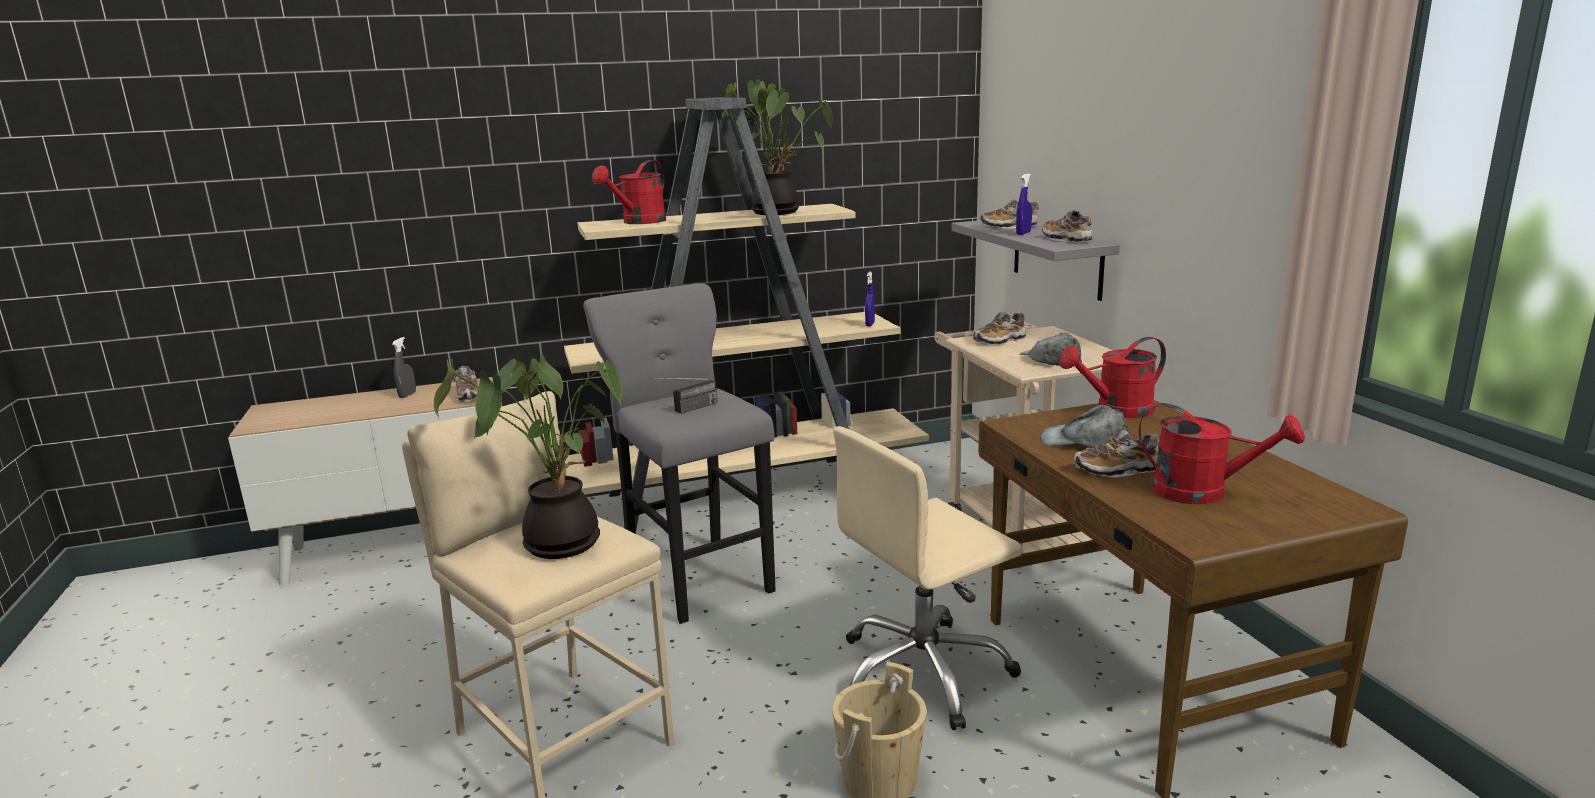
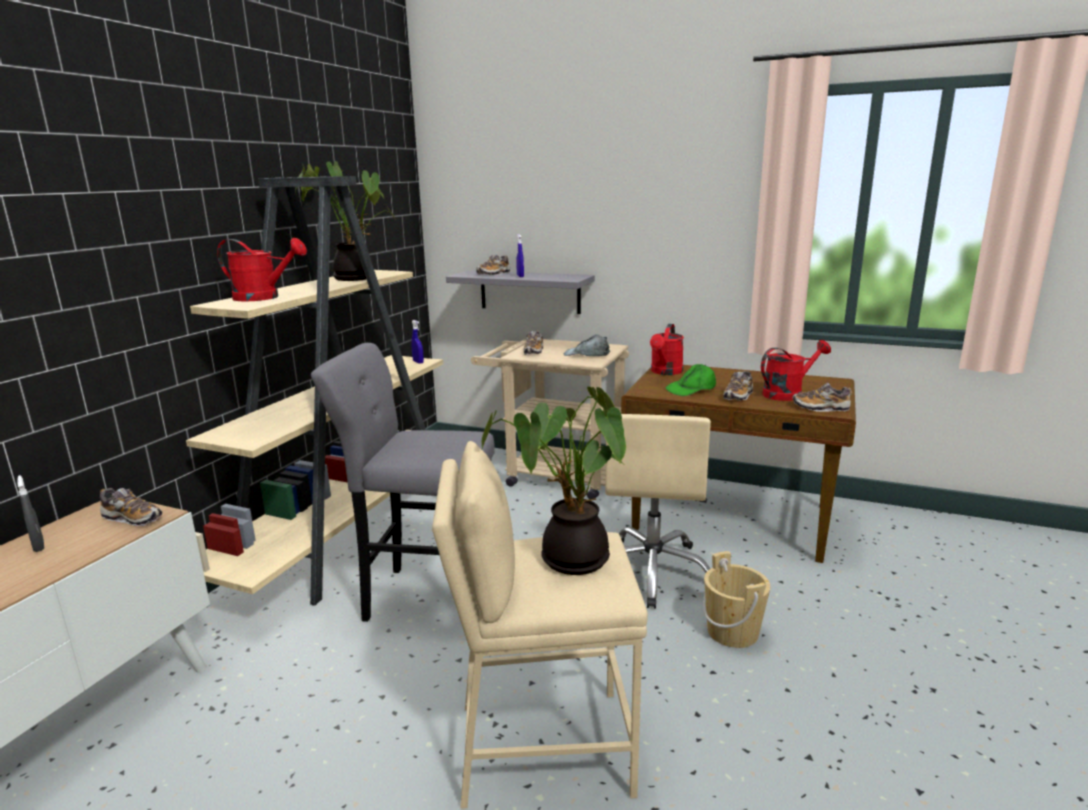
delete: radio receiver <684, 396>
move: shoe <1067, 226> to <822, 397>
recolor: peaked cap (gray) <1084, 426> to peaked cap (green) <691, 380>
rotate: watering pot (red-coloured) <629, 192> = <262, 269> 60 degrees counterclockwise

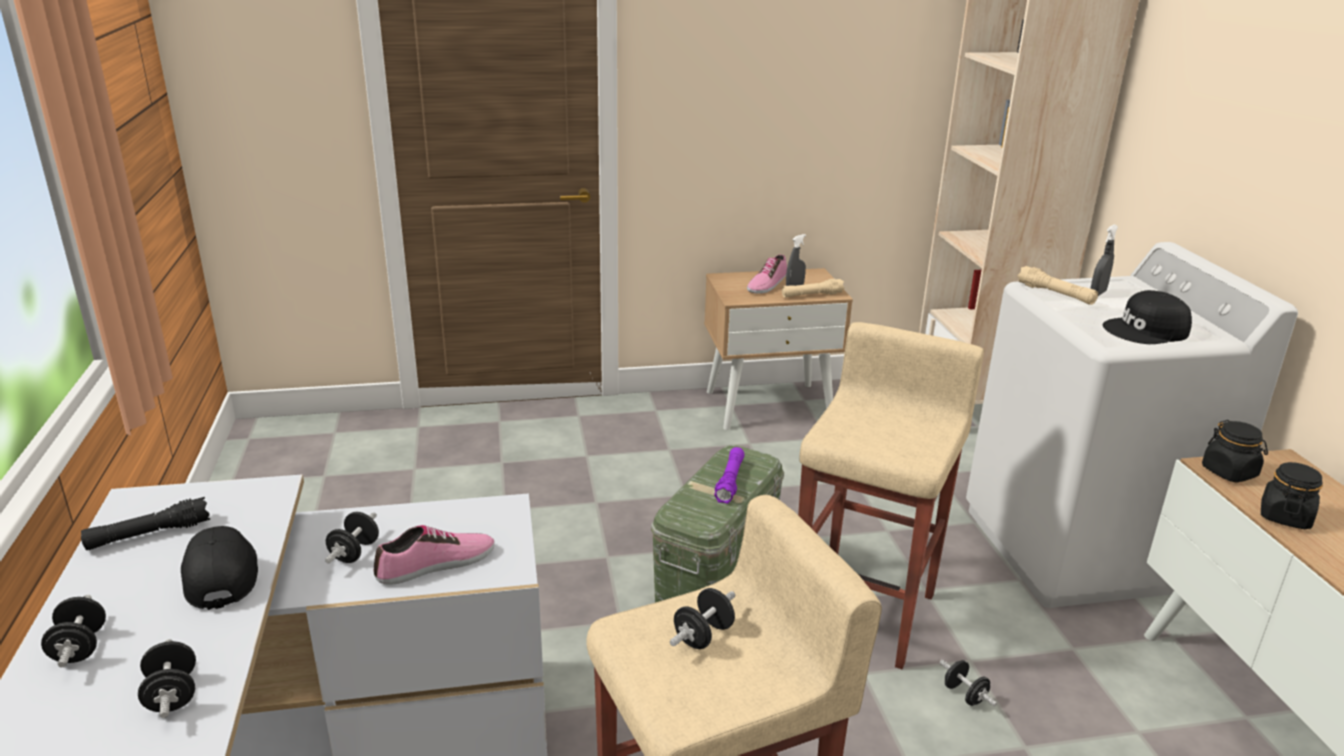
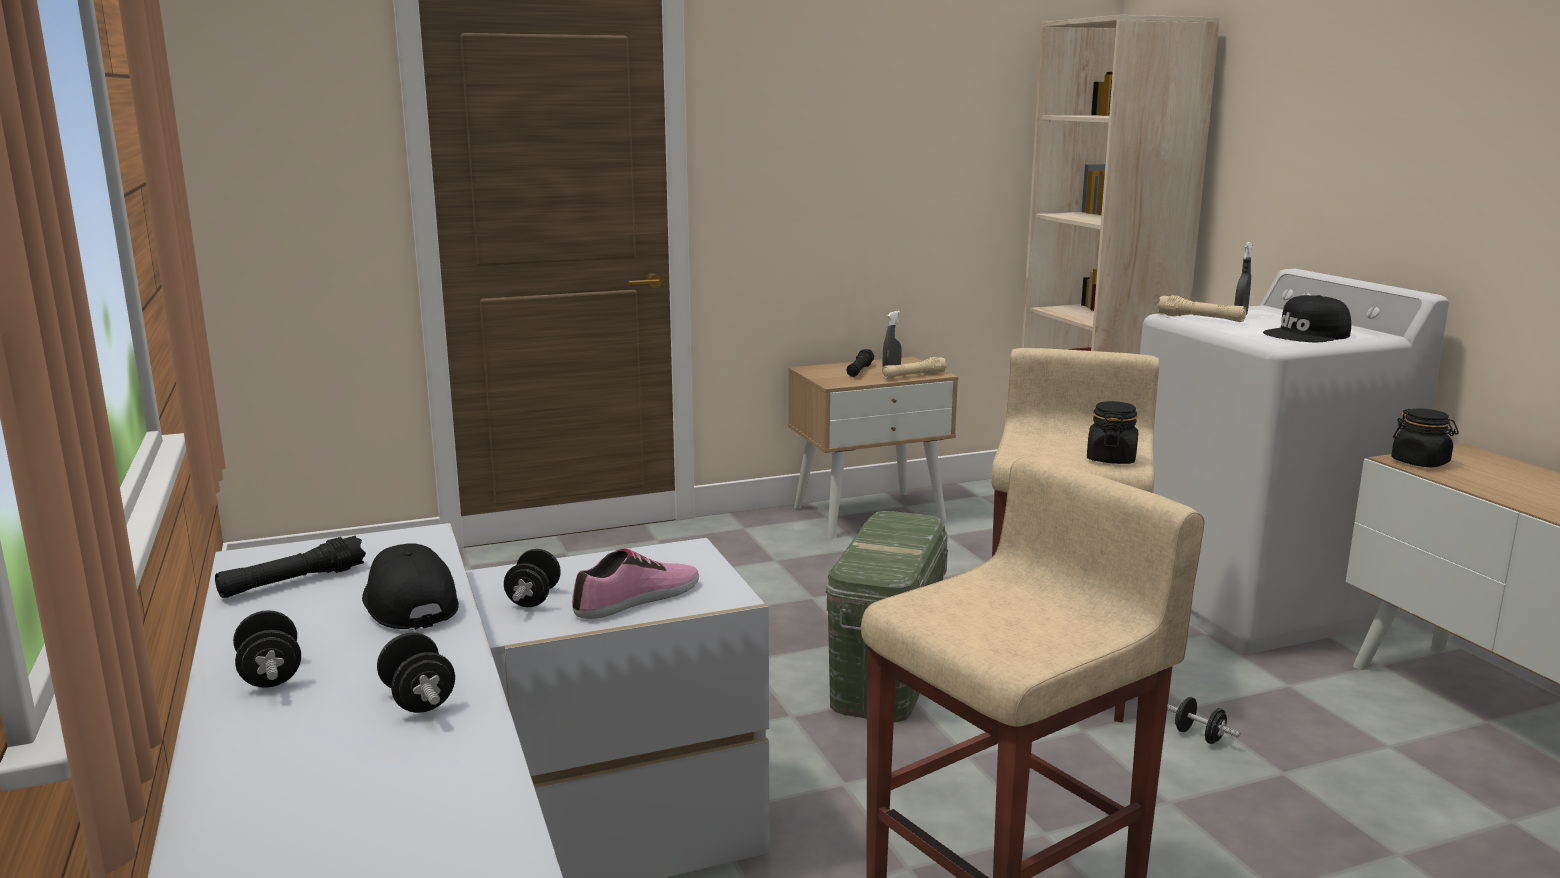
delete: free weight (black) <702, 618>; torch (purplish) <729, 475>
move: jar (black) <1292, 495> to <1112, 432>
replace: shoe <767, 274> to torch (black) <860, 363>

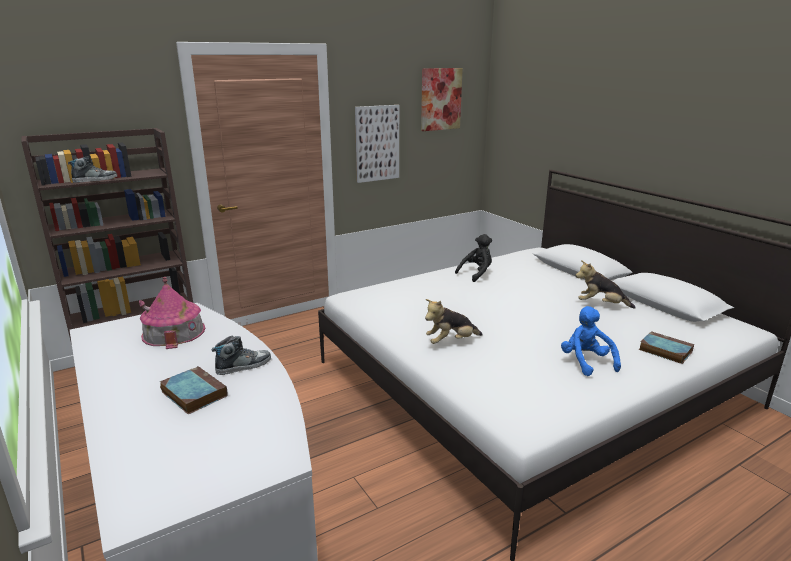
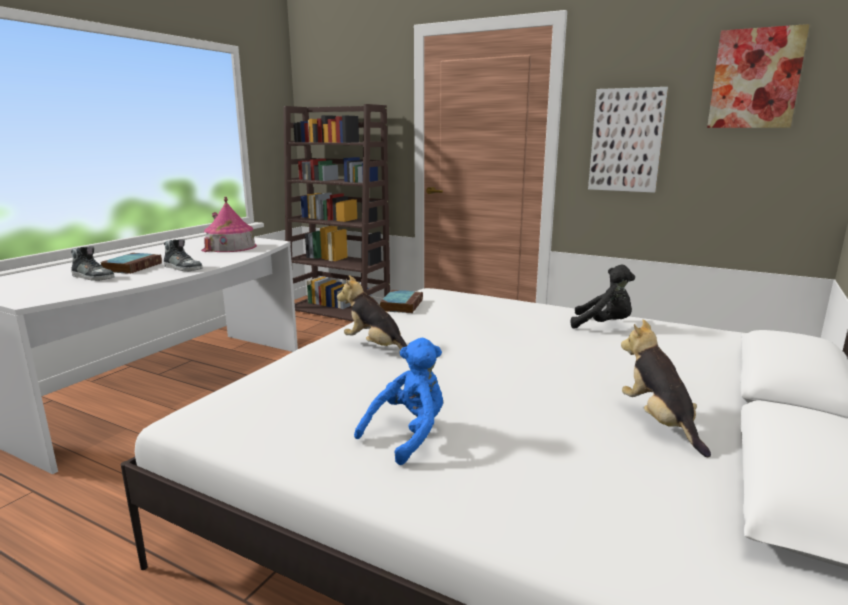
move: shoe <92, 169> to <92, 263>; book <666, 347> to <401, 301>

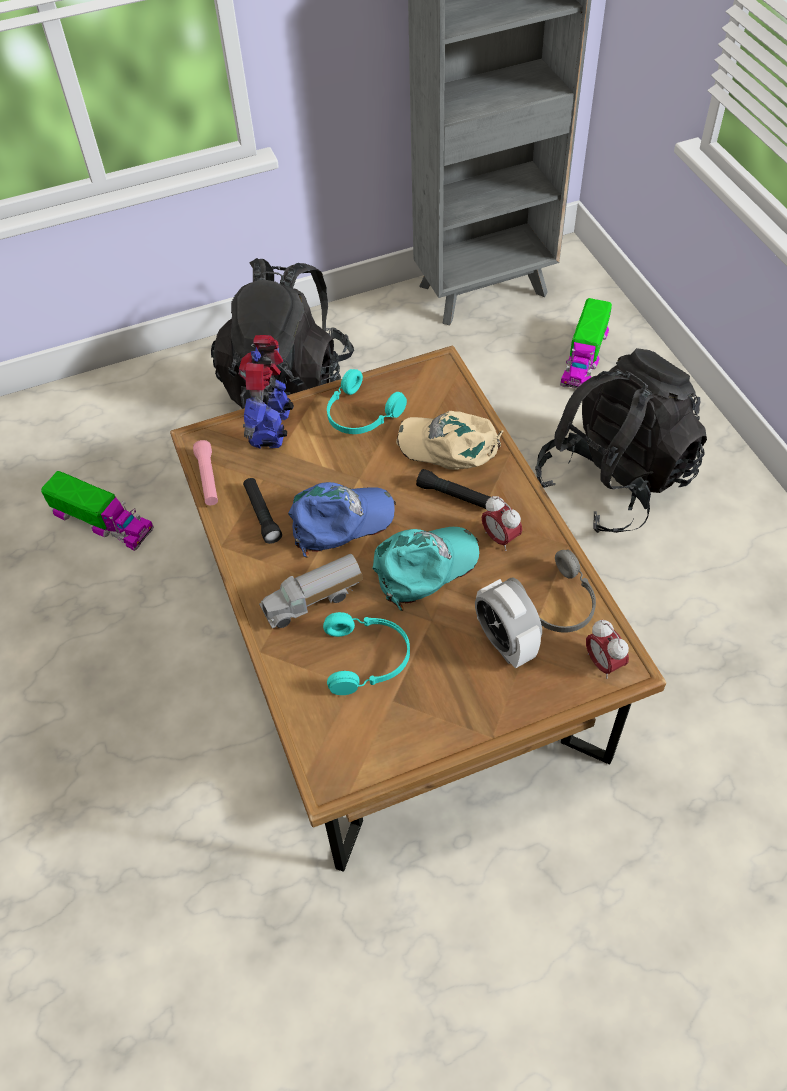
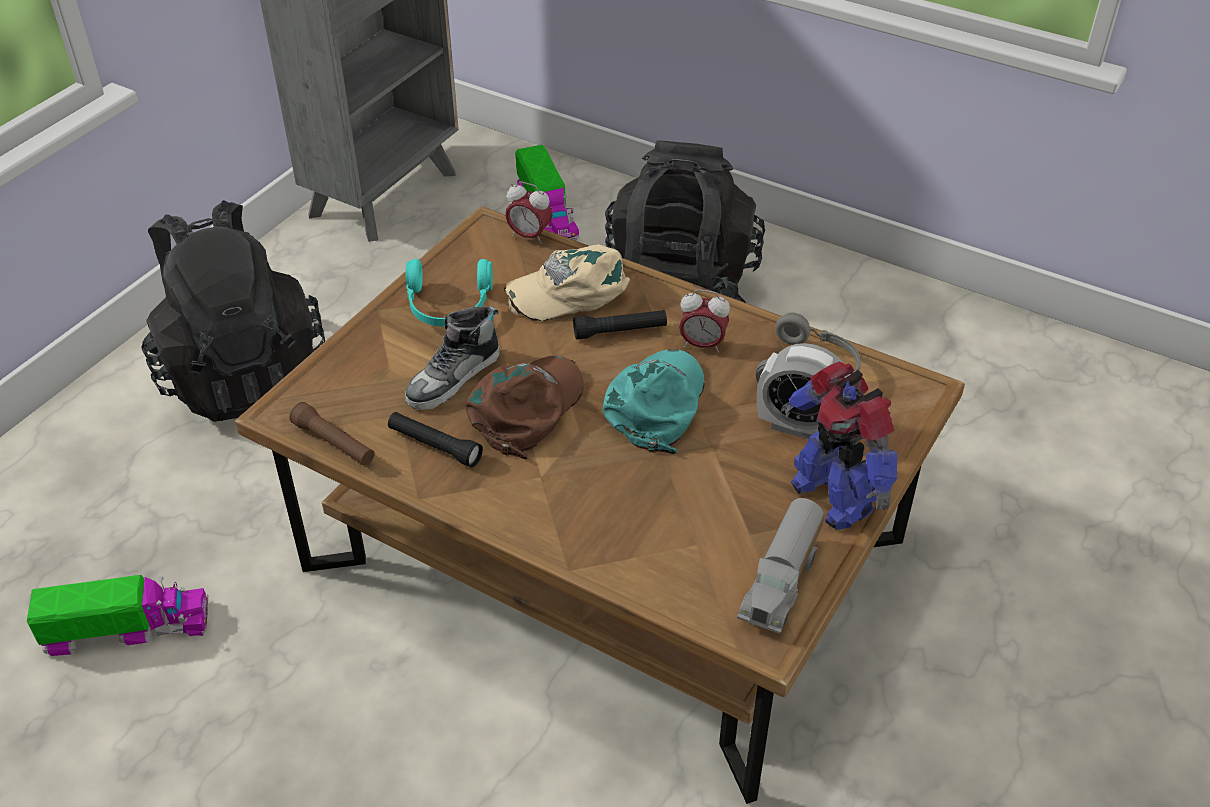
delete: headset (turquoise) <366, 653>
insert: shoe <452, 358>
move: toy robot <266, 392> to <839, 446>; toy truck <311, 591> to <781, 566>; table clock <607, 649> to <528, 213>
recolor: torch (pink) <205, 472> to torch (brown) <331, 434>; peaked cap (blue) <342, 520> to peaked cap (brown) <524, 408>

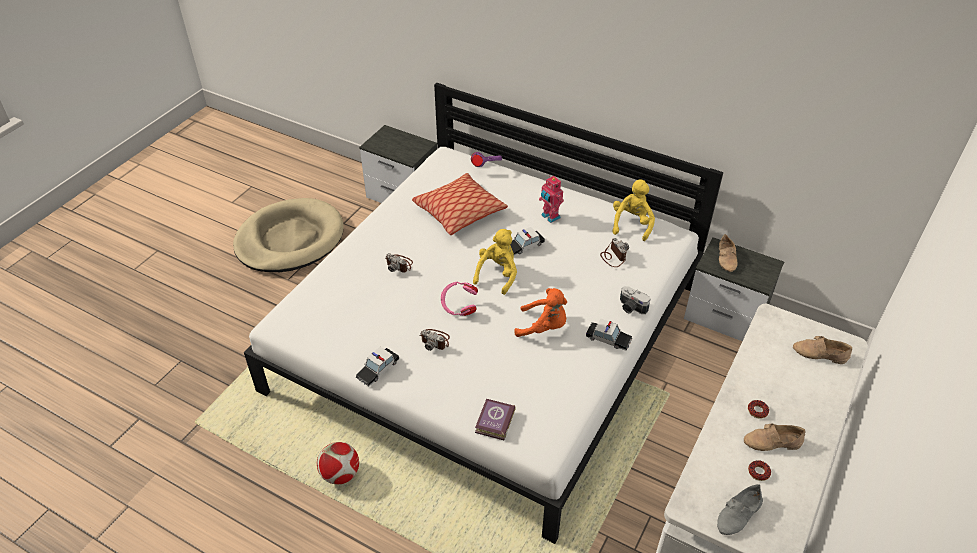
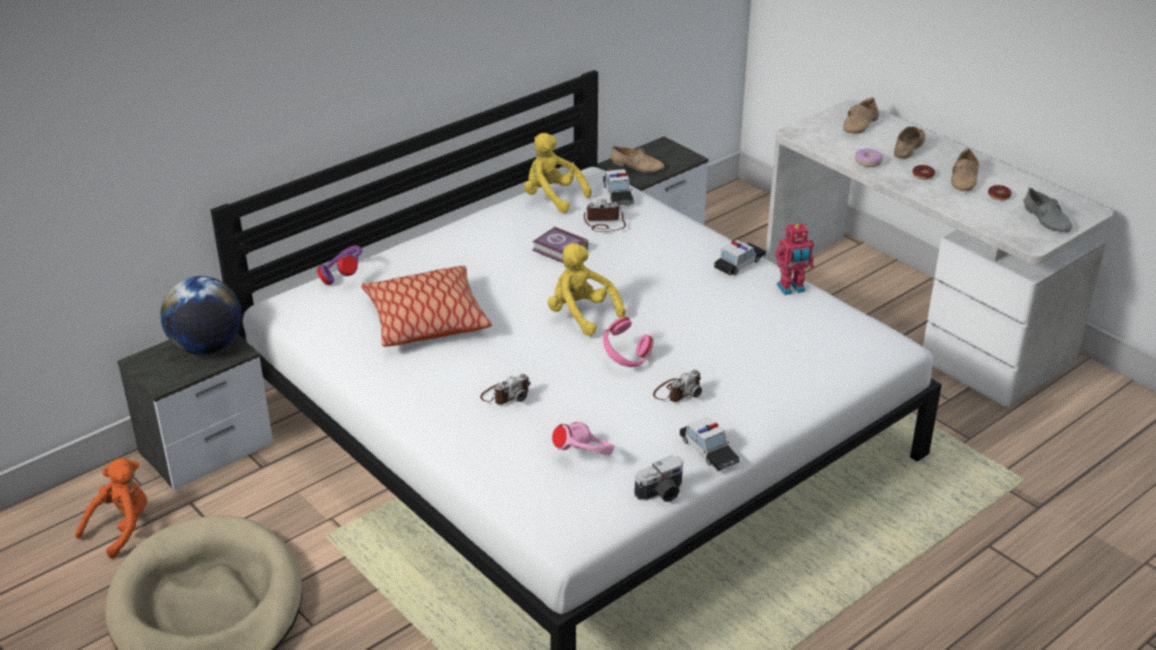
delete: ball for football <338, 463>
insert: world globe <201, 315>; headset (pink) <583, 438>; ring doughnut <869, 158>; shoe (sand-coloured) <909, 142>
move: book <495, 419> to <560, 244>; miniature car <527, 241> to <618, 187>; soft toy (orangey) <540, 312> to <111, 508>; toy robot <551, 199> to <794, 259>; photo camera <635, 300> to <658, 479>

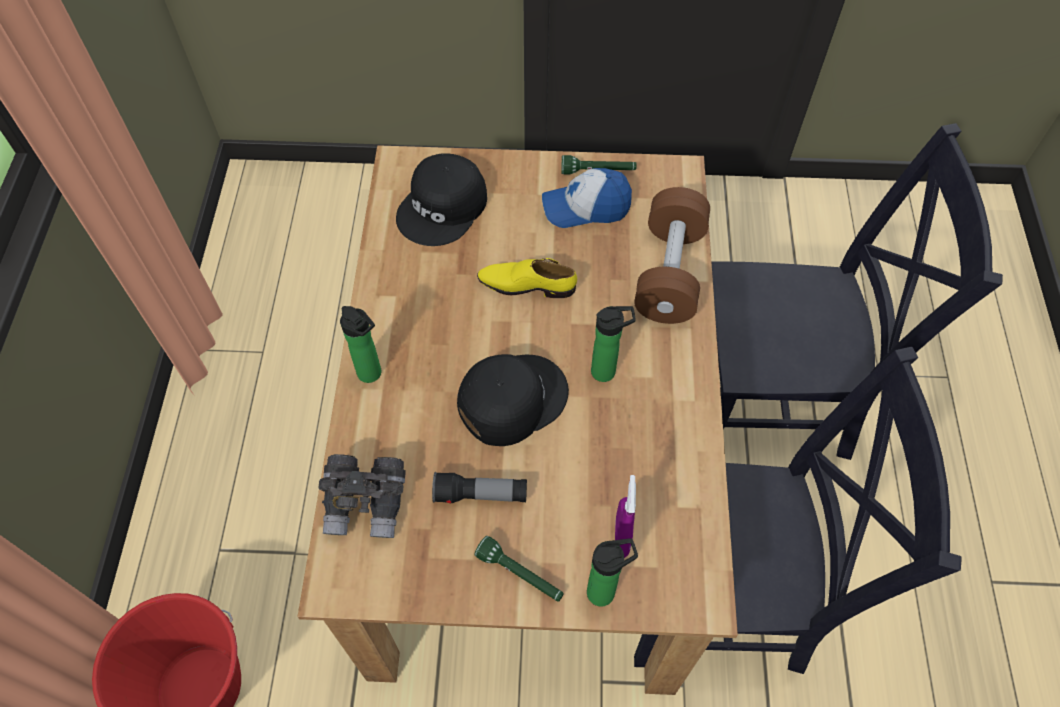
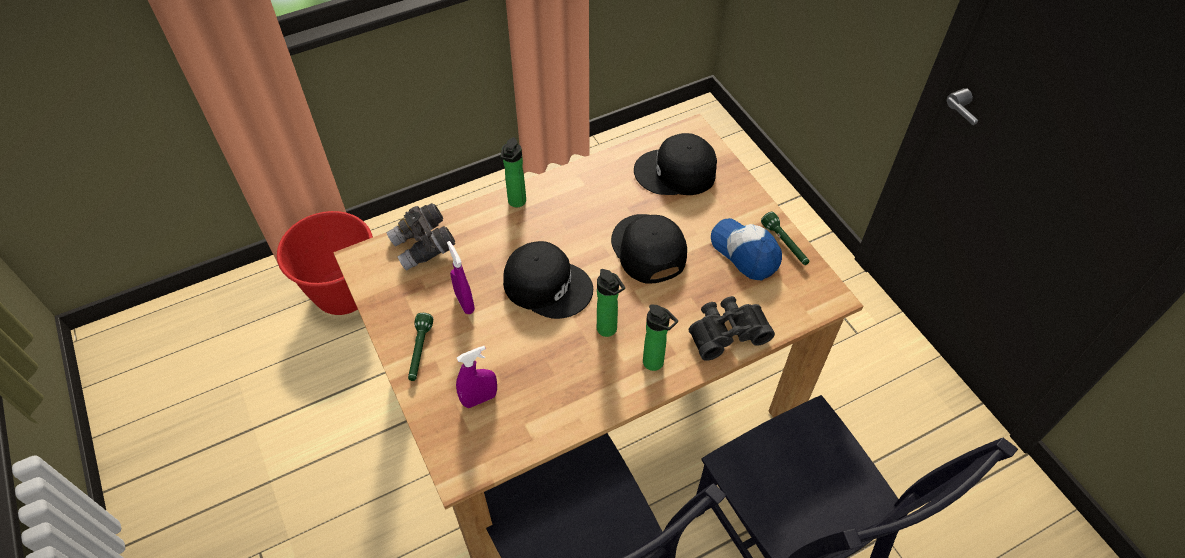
move: bottle <612, 572> to <660, 337>
replace: torch <479, 487> to hand sprayer (purplish) <461, 277>; shoe (yellow) <527, 278> to peaked cap (black) <649, 249>; free weight (brown) <672, 255> to pair of binoculars (black) <732, 328>

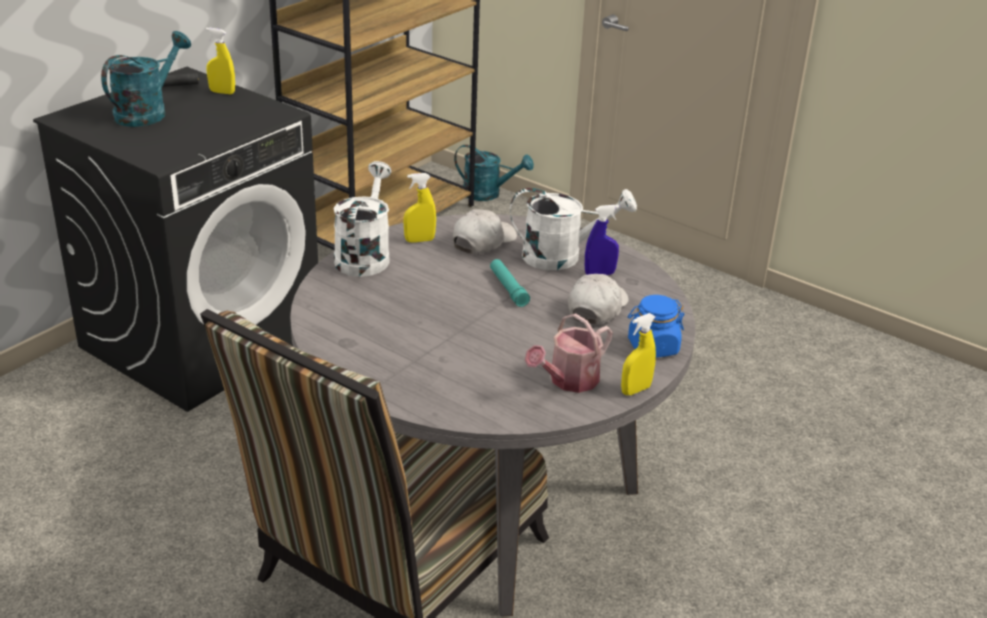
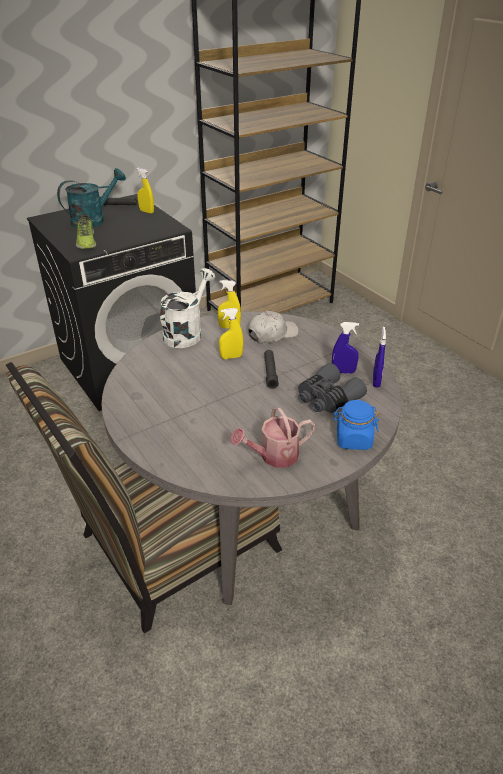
delete: watering pot (turquoise) <494, 173>; watering pot (whitish) <573, 229>
insert: shoe <86, 232>; hand sprayer (blue) <379, 357>
move: hand sprayer (yellow) <638, 354> to <231, 333>
replace: peaked cap (whitish) <598, 299> to pair of binoculars (gray) <332, 388>
recolor: torch (turquoise) <510, 283> to torch (black) <271, 369>

